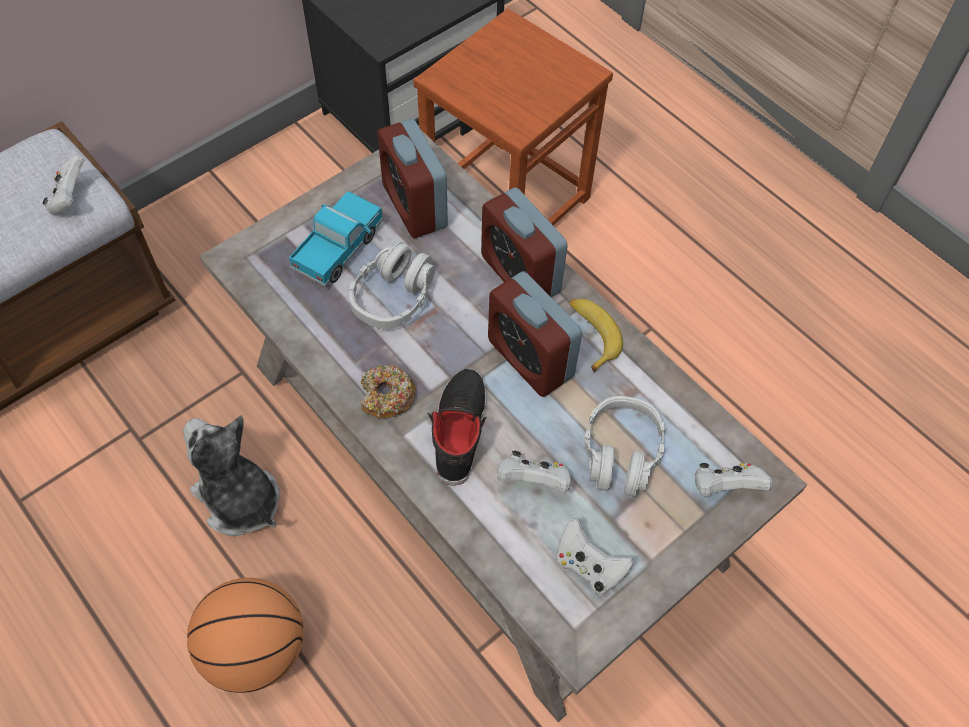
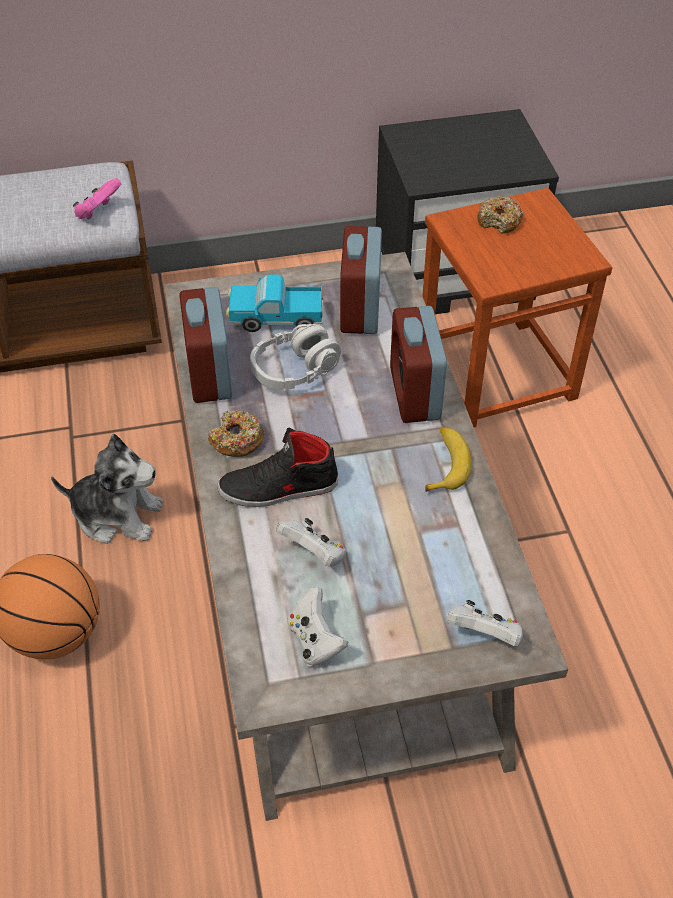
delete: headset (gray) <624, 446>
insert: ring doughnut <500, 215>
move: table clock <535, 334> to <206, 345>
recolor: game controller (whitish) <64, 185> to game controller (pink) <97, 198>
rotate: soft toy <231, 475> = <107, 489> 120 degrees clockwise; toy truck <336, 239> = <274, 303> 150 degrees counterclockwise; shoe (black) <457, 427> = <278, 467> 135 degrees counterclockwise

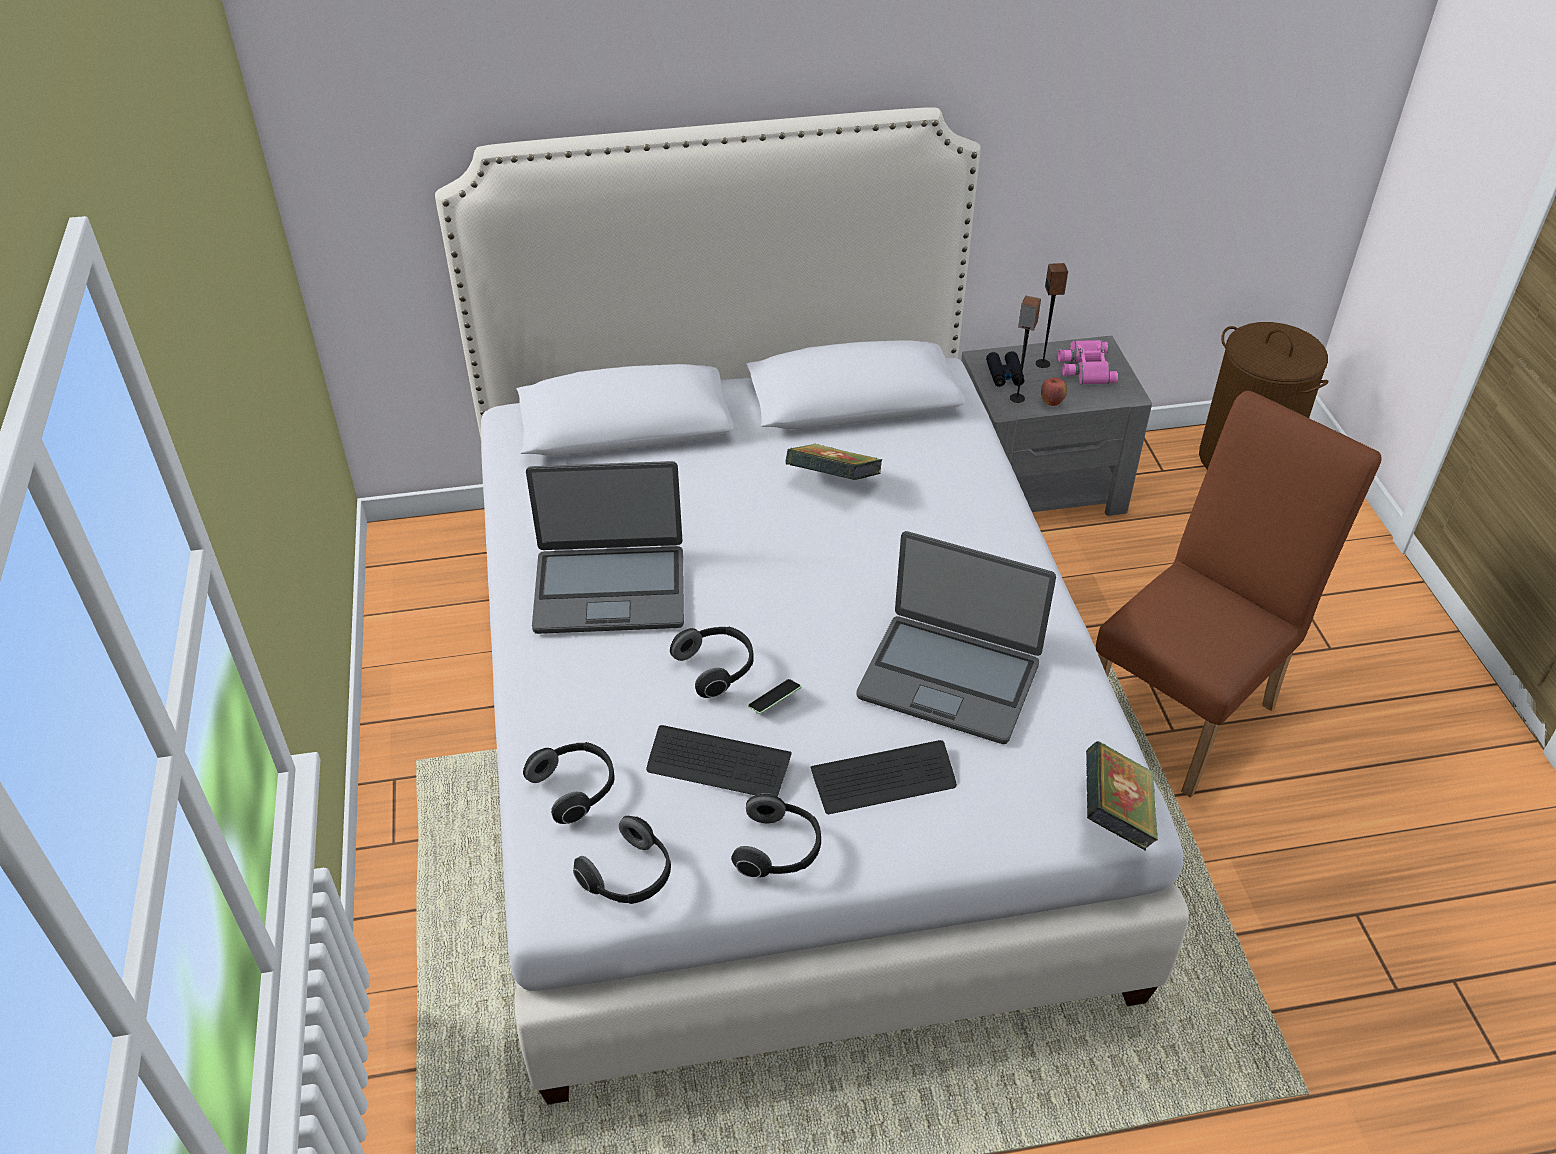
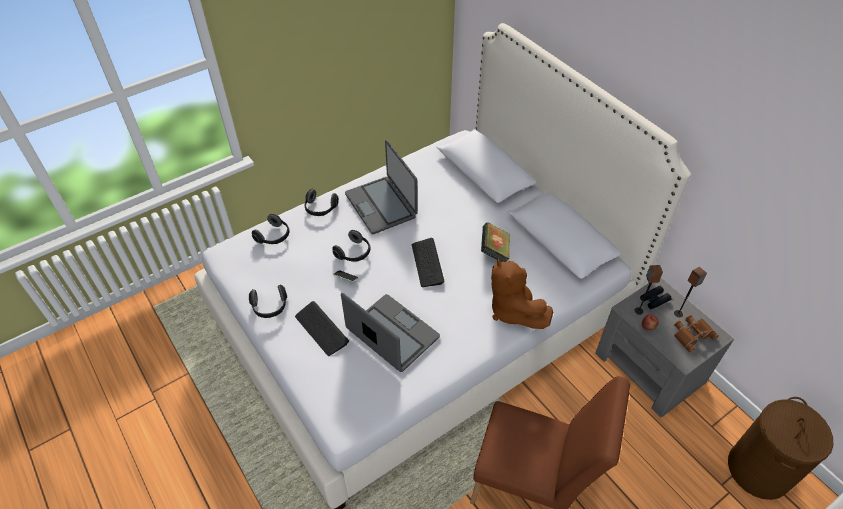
delete: book <1122, 796>
insert: soft toy (brown) <522, 293>
move: headset <622, 860> to <322, 202>; computer keyboard <719, 761> to <428, 262>
recolor: pair of binoculars (pink) <1088, 362> to pair of binoculars (brown) <696, 333>
rotate: notebook computer <956, 637> = <390, 332> 135 degrees clockwise

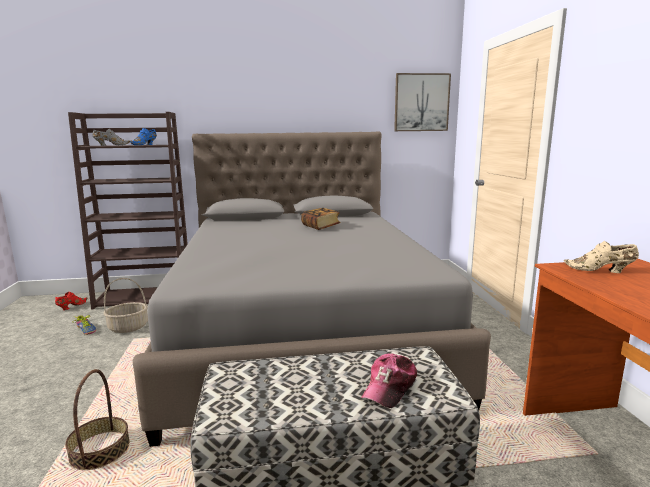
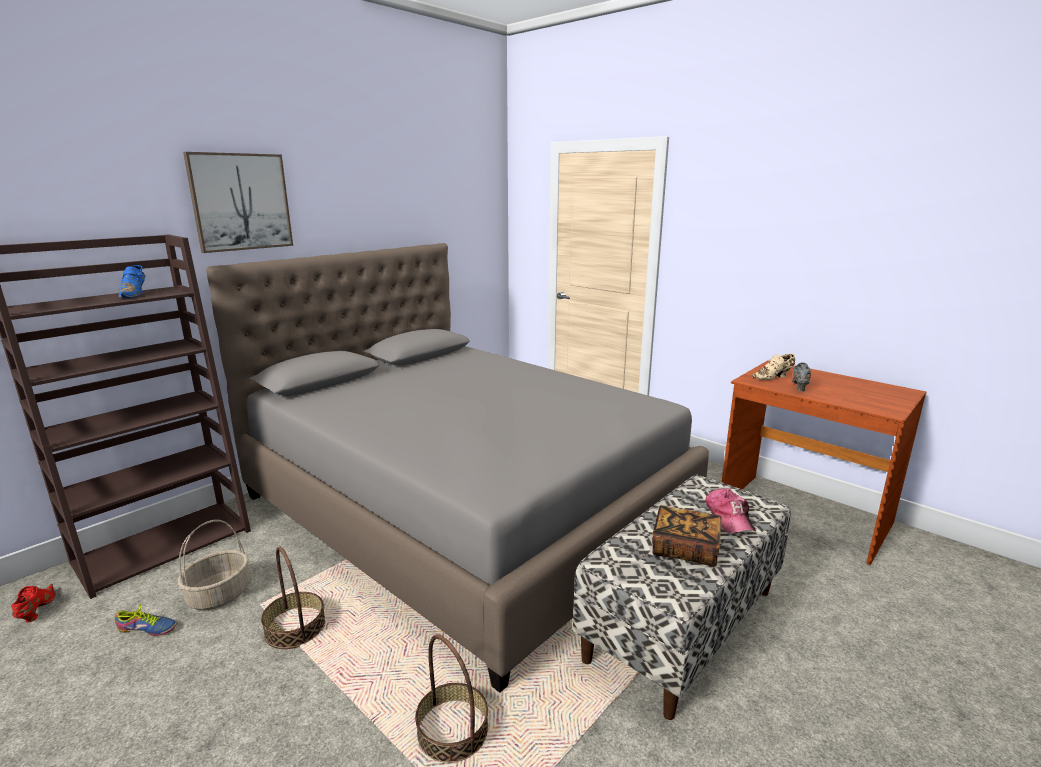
insert: storage basket <293, 598>
move: shoe (gray) <111, 137> to <801, 376>; book <321, 219> to <687, 536>; picture <422, 102> to <238, 202>

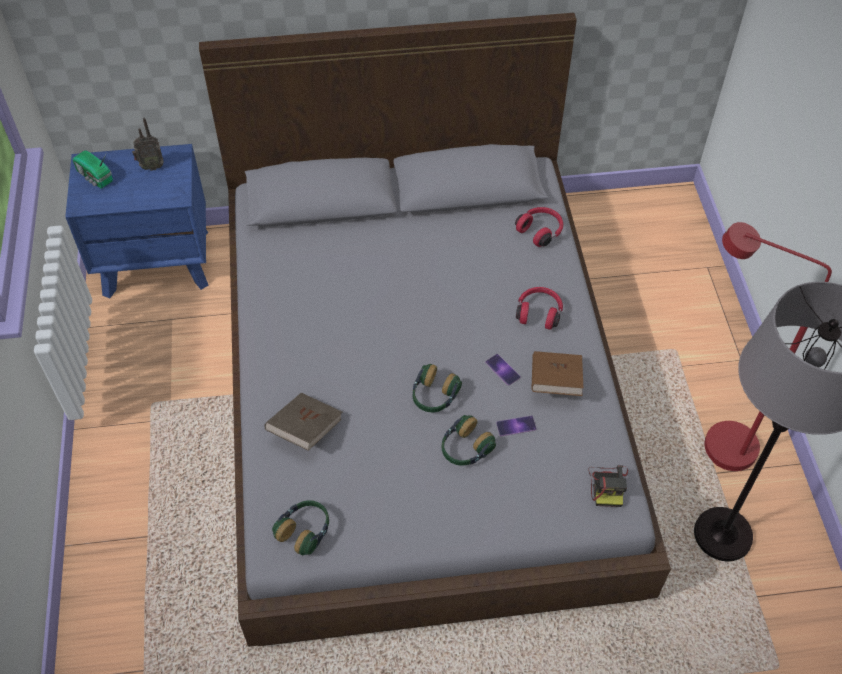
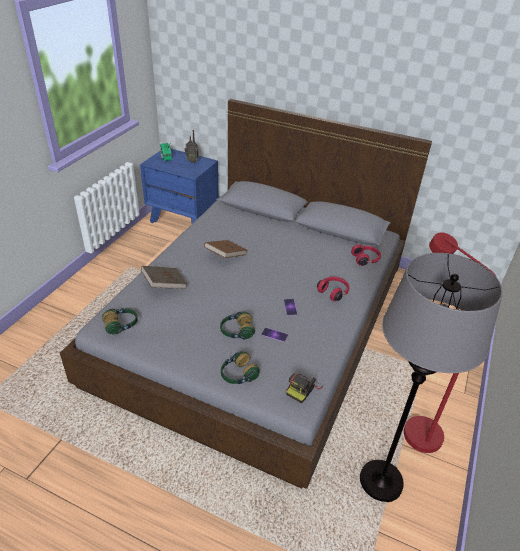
move: headset <437, 388> to <240, 367>; book (brown) <557, 373> to <225, 249>

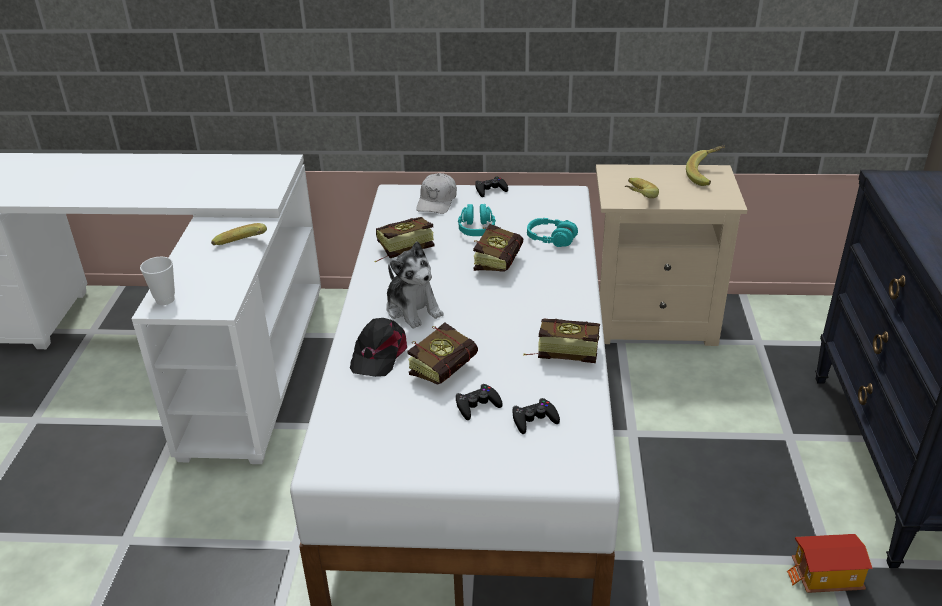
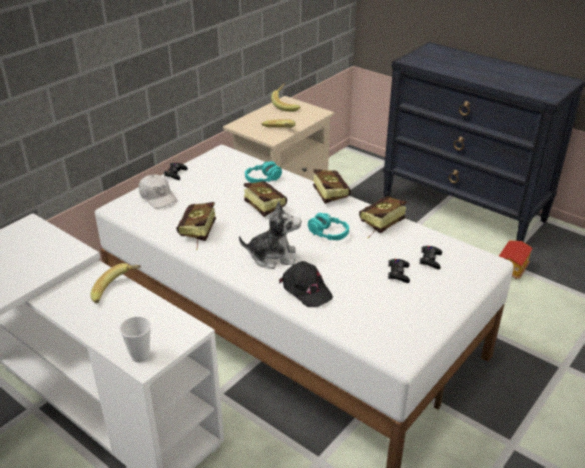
move: book <442, 353> to <332, 186>; headset (turquoise) <477, 220> to <328, 226>

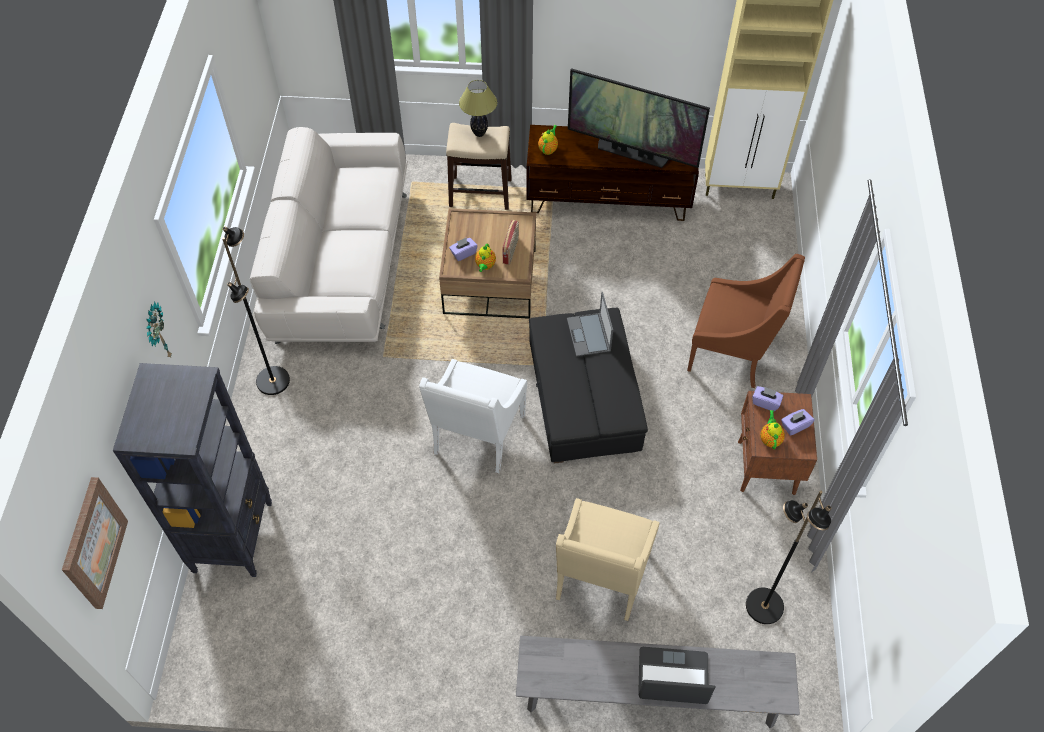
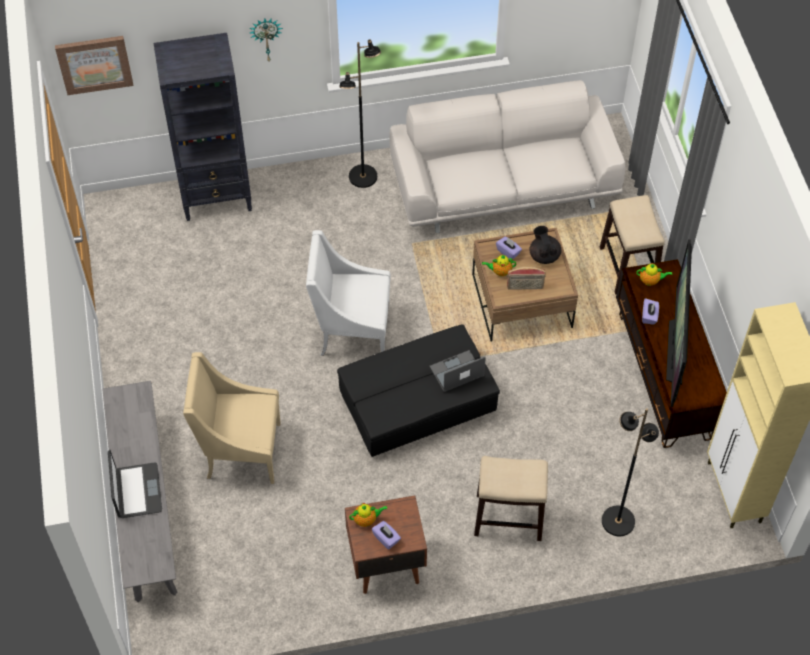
delete: table lamp <478, 108>
insert: pot for tea (black) <545, 245>
move: standard lamp (black) <789, 557> to <630, 472>; tissue box (purplish) <767, 399> to <650, 311>
replace: lounge chair (brown) <746, 321> to sitting stool <511, 498>

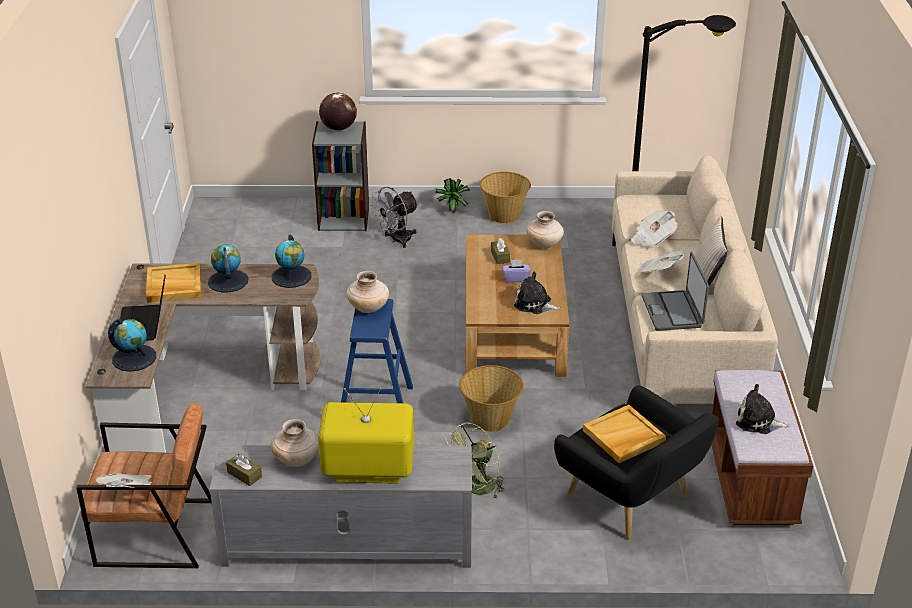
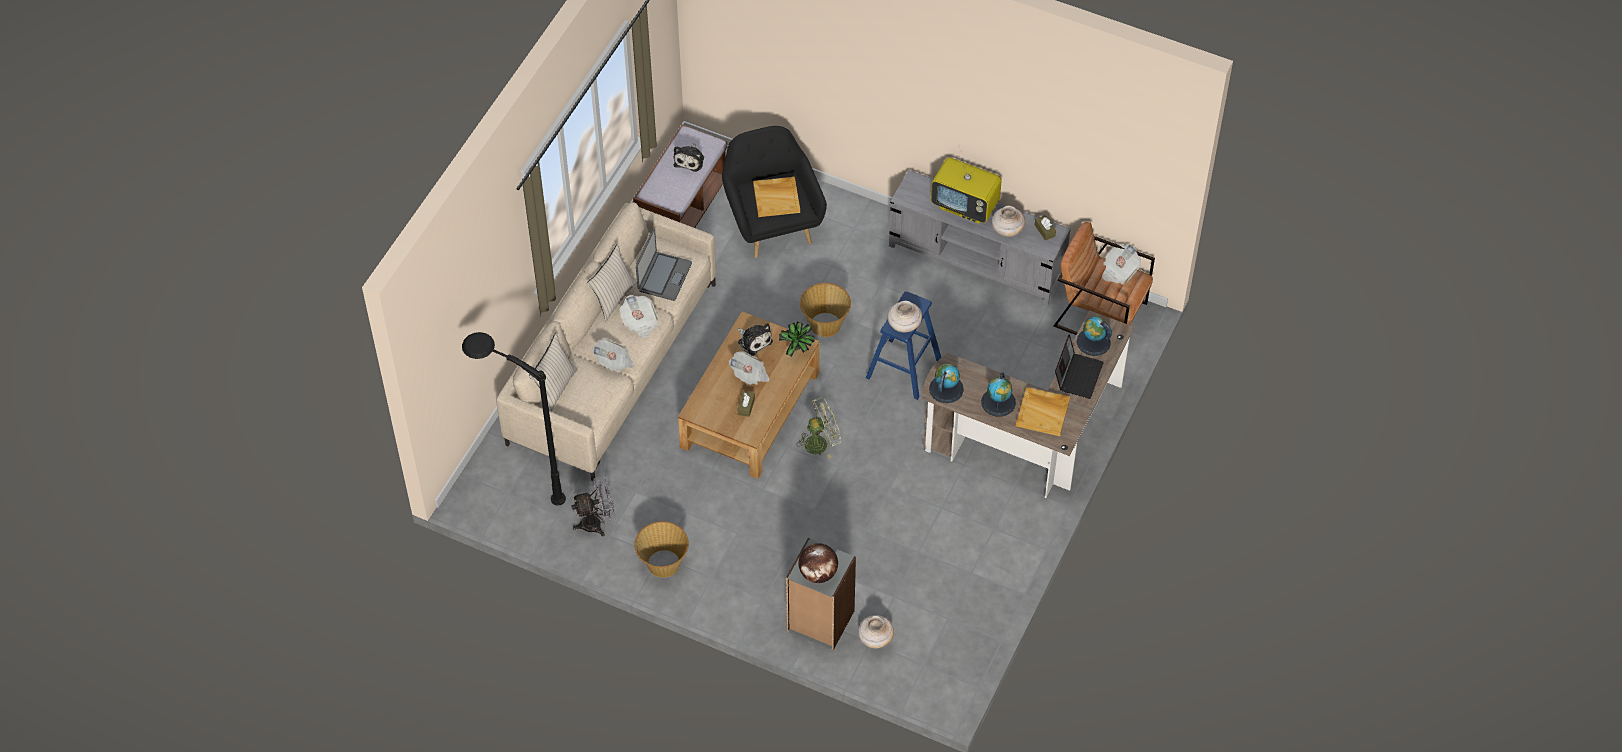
insert: pillow (sand-coloured) <553, 372>
move: fan (gray) <395, 217> to <593, 506>; houseplant <452, 195> to <797, 339>; fan (green) <475, 460> to <818, 427>; vase (sand-coloured) <545, 229> to <876, 631>
replace: tissue box (purplish) <517, 271> to printed paper <749, 368>
rotate: soft toy <763, 409> = <689, 157> 60 degrees clockwise

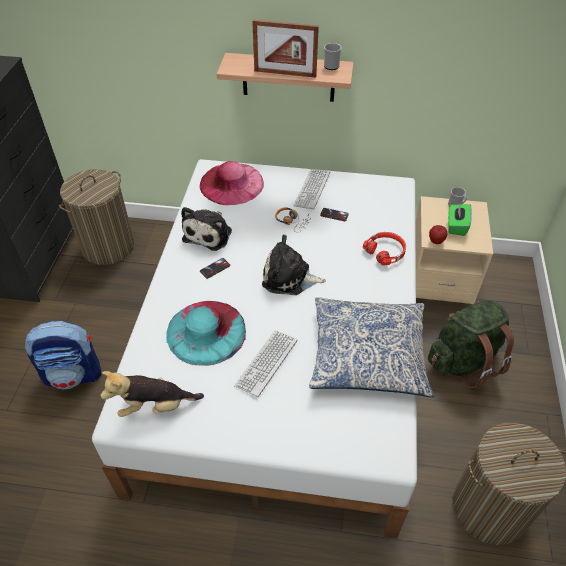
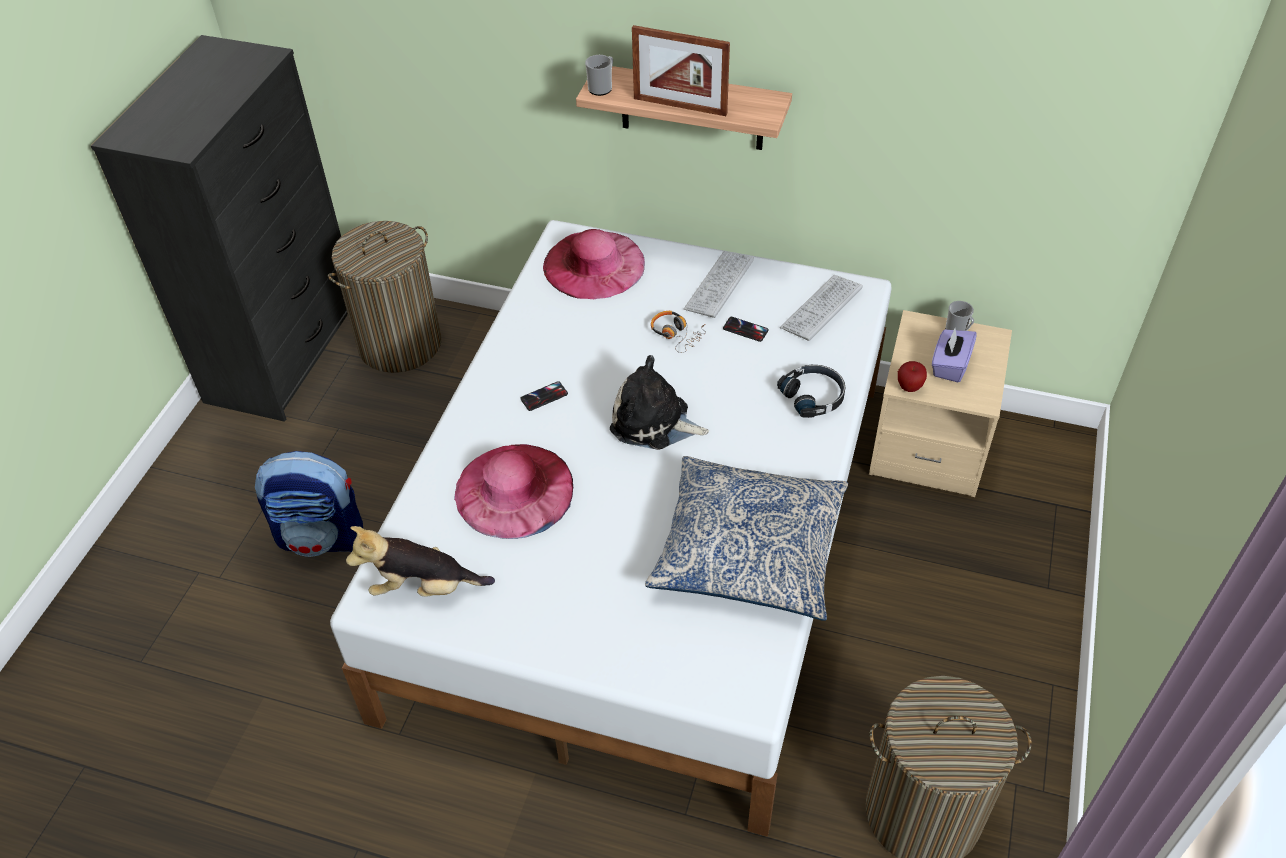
delete: soft toy <206, 229>; knapsack (green) <471, 344>
move: computer keyboard <265, 363> to <821, 308>; tea mug <333, 56> to <599, 75>
recolor: wearable hat (turquoise) <206, 333> to wearable hat (pink) <513, 491>; headset (red-coloured) <384, 248> to headset (black) <811, 391>; tissue box (green) <460, 219> to tissue box (purplish) <954, 355>

